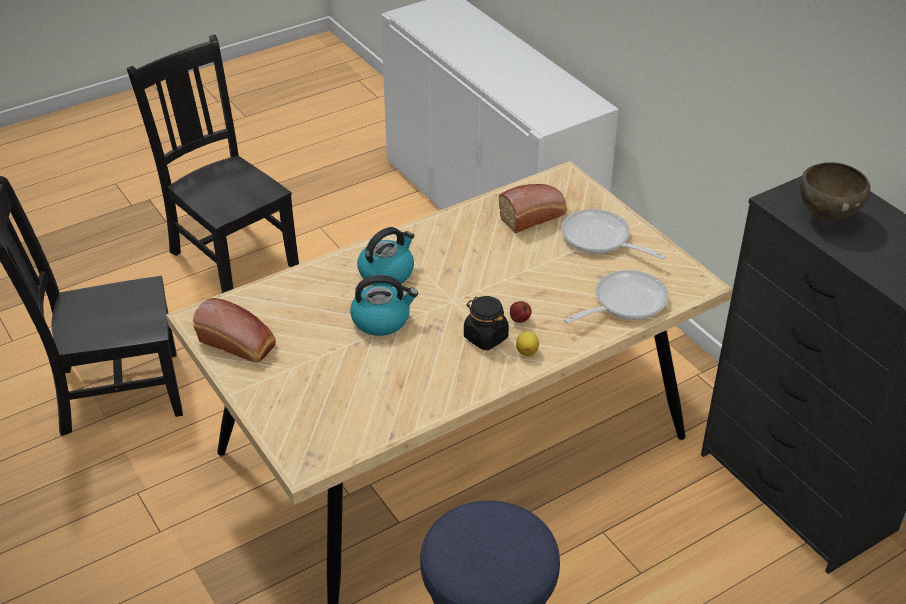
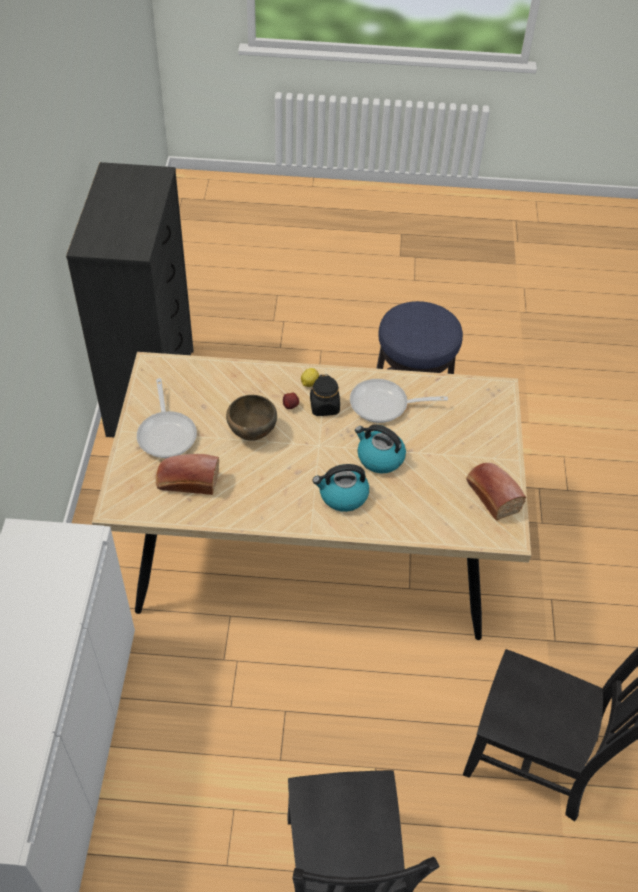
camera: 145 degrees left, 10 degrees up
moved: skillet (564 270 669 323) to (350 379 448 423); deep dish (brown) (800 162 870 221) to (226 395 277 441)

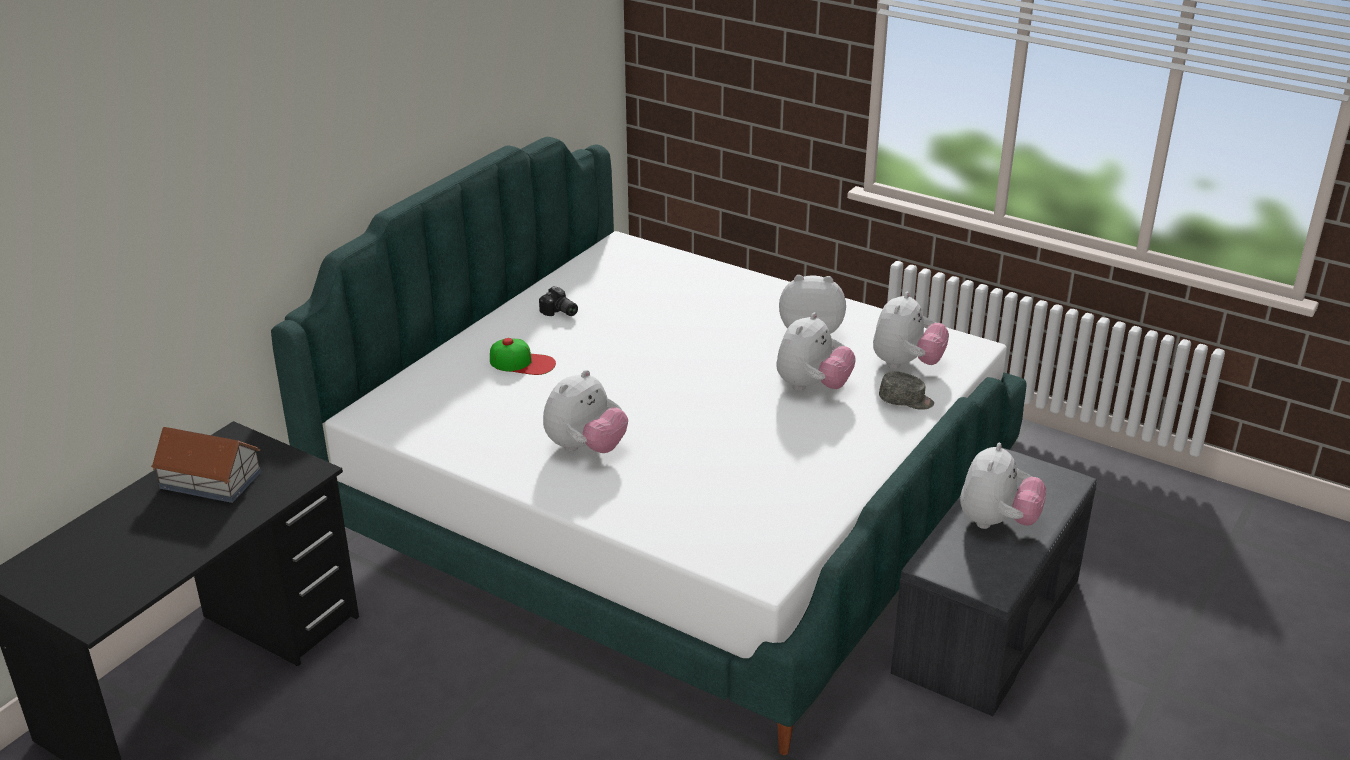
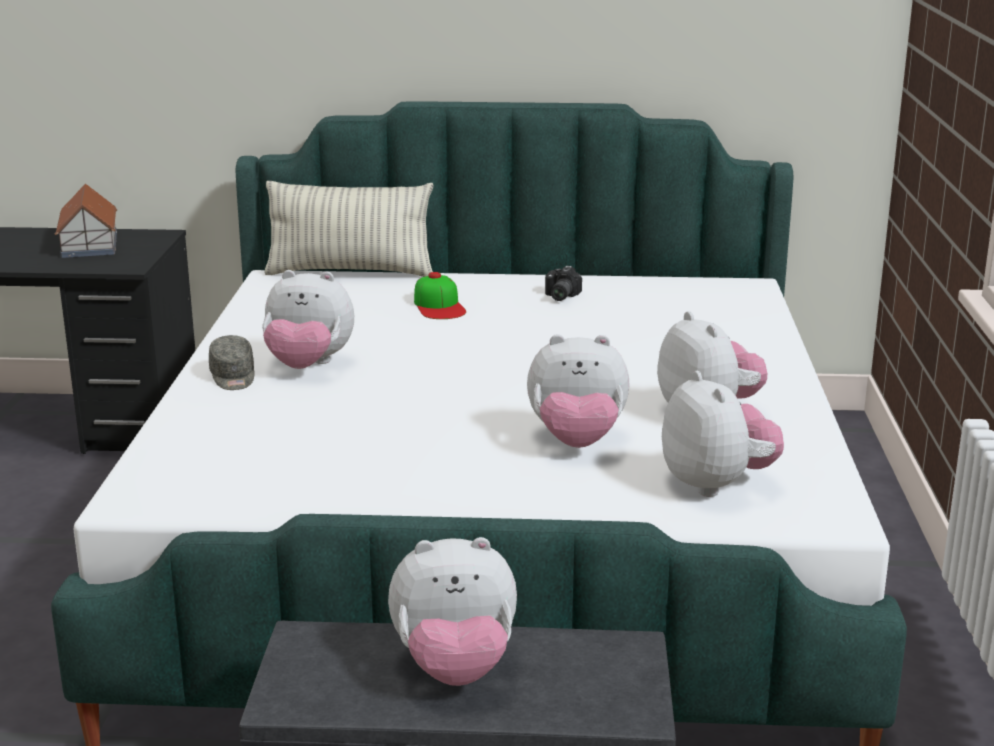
camera: 60 degrees right, 10 degrees down
added: throw pillow (264 181 433 277)
moved: baseball cap (grey) (879 371 934 410) to (209 335 254 390)
turned: soft toy (873 292 949 369) = (662 371 784 497) 105 degrees counterclockwise

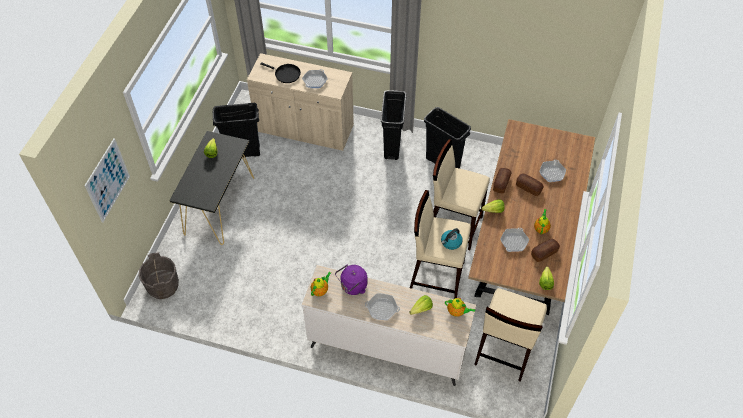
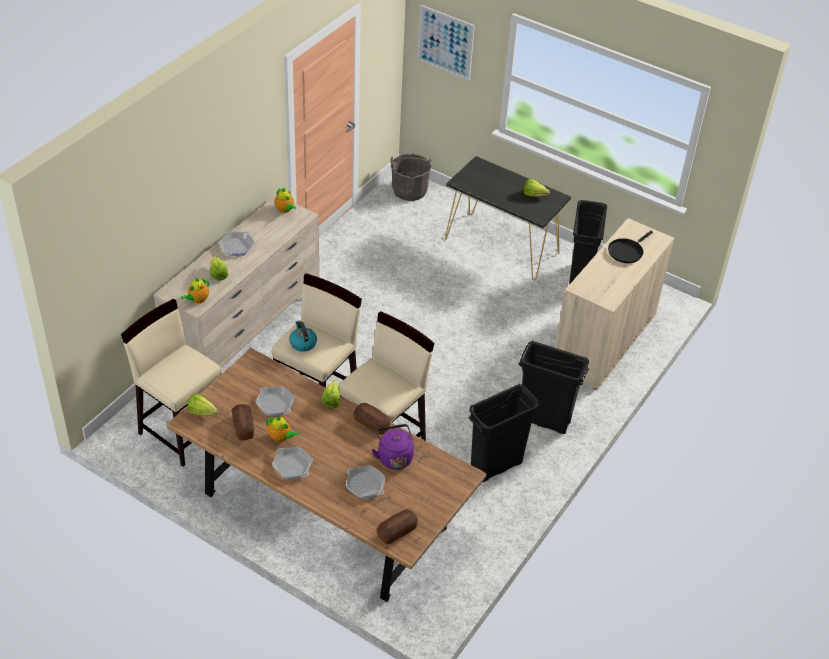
camera: 105 degrees right, 10 degrees down
moved: skillet (302 69 328 88) to (272 447 313 479); kettle (purple-coloured) (335 265 367 295) to (372 424 414 470); bread (516 173 544 196) to (377 509 418 544)

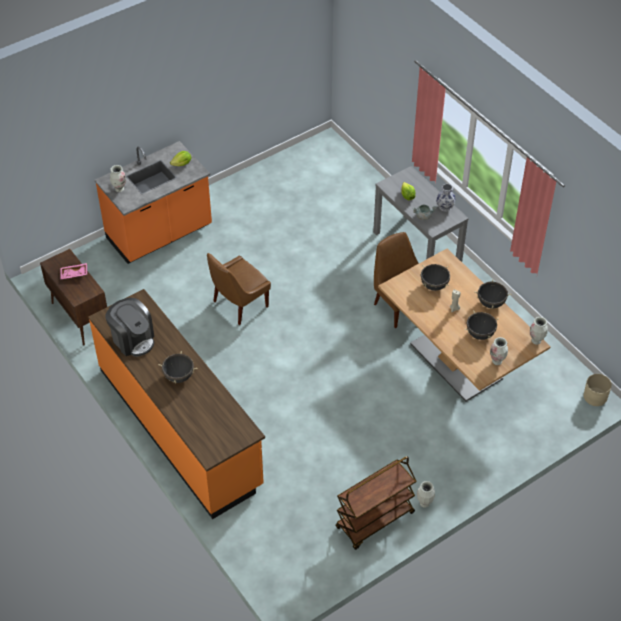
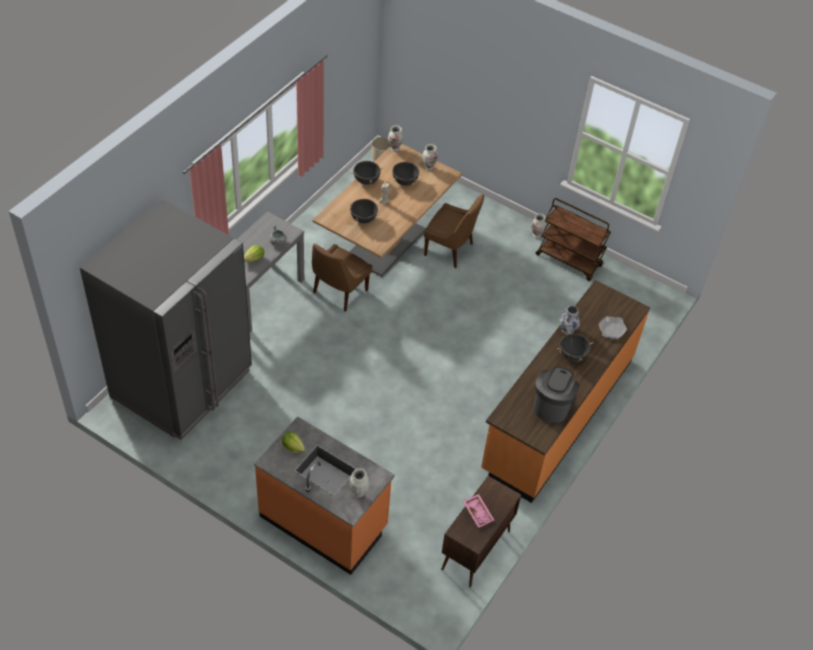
camera: 115 degrees left, 0 degrees up
added: fridge (grey) (80 199 252 440); skillet (598 316 627 339)
moved: upright chair (brown) (207 253 271 325) to (424 194 484 268); decorative vase (436 184 456 212) to (559 306 580 335)

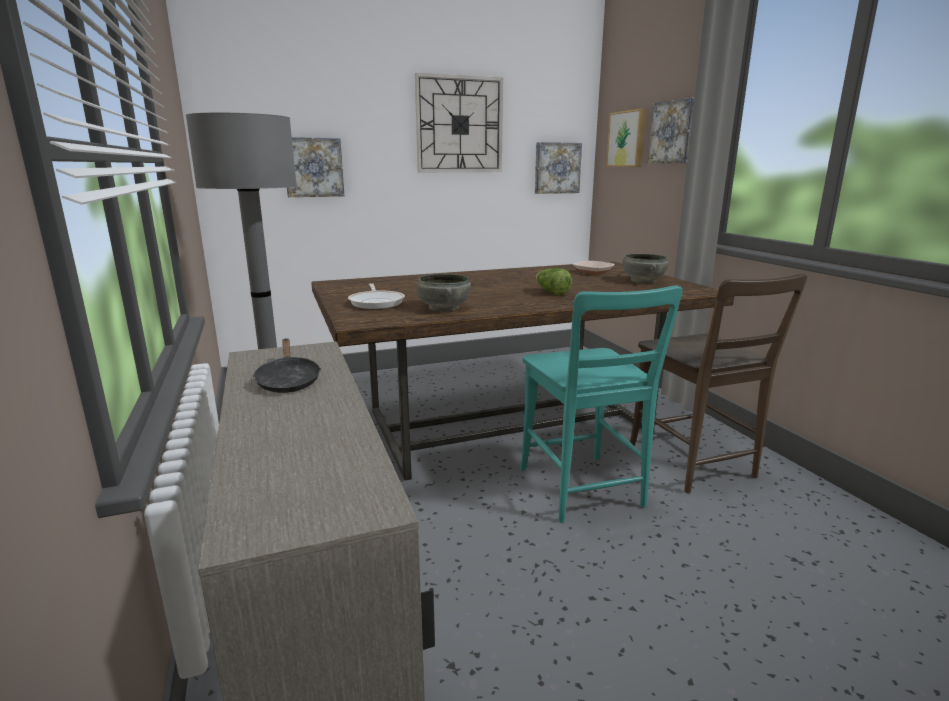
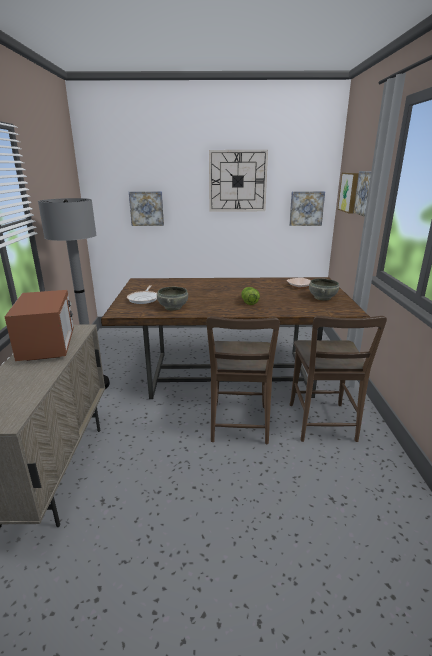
camera: 20 degrees right, 5 degrees up
replaced: skillet (black-coloured) (252 338 321 393) to microwave oven (5 290 74 361)
recoloured: upright chair (turquoise) (520 285 682 523) to upright chair (brown) (206 316 280 444)

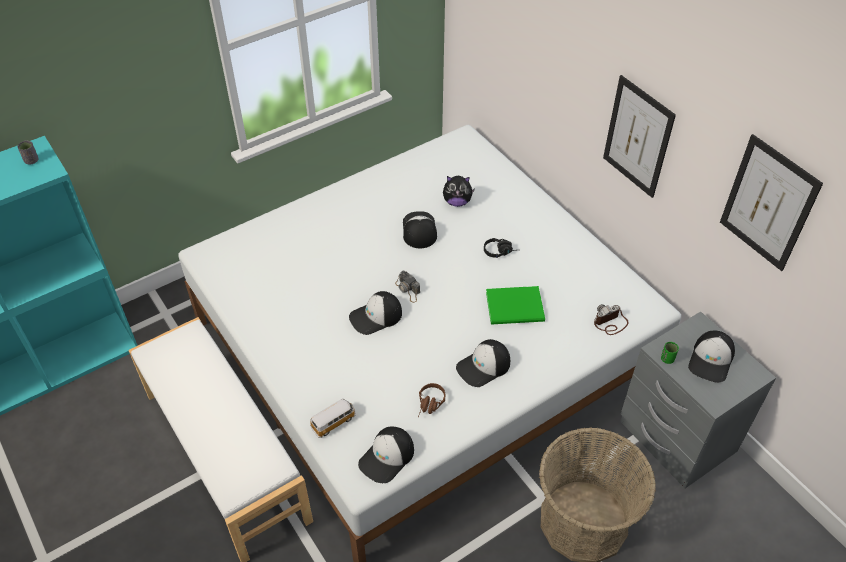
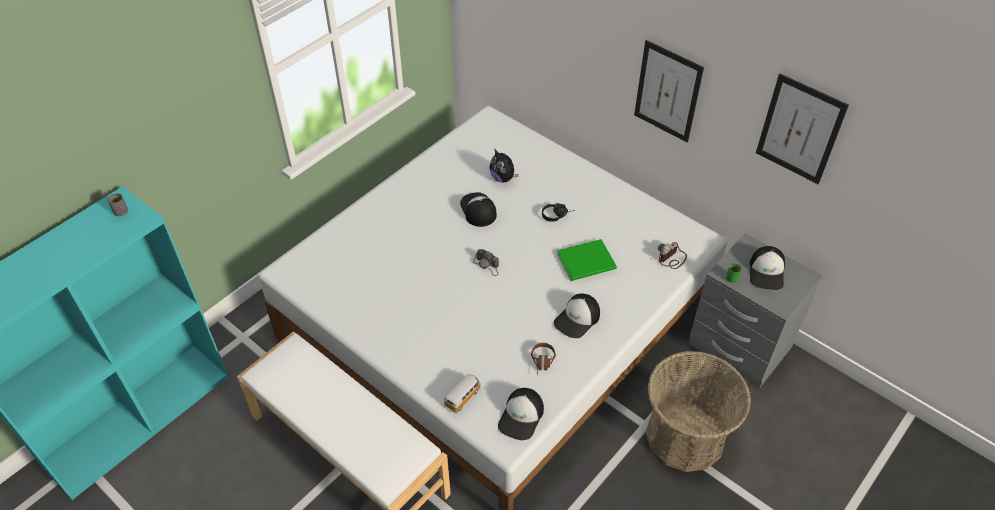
camera: 15 degrees left, 0 degrees up
removed: baseball cap (349 291 402 335)
turned: soft toy (443 176 475 207) = (489 149 519 182) 60 degrees clockwise

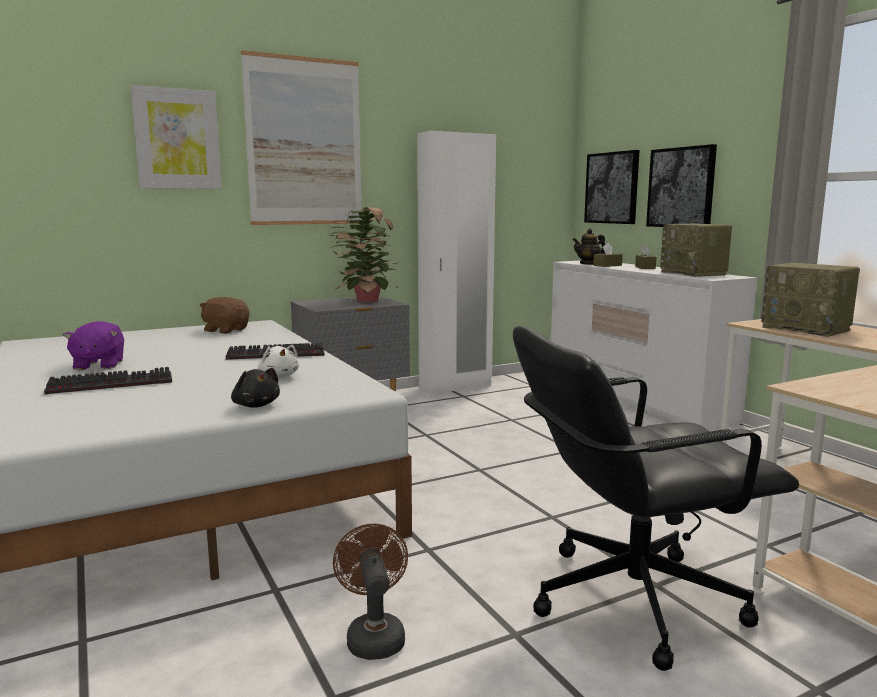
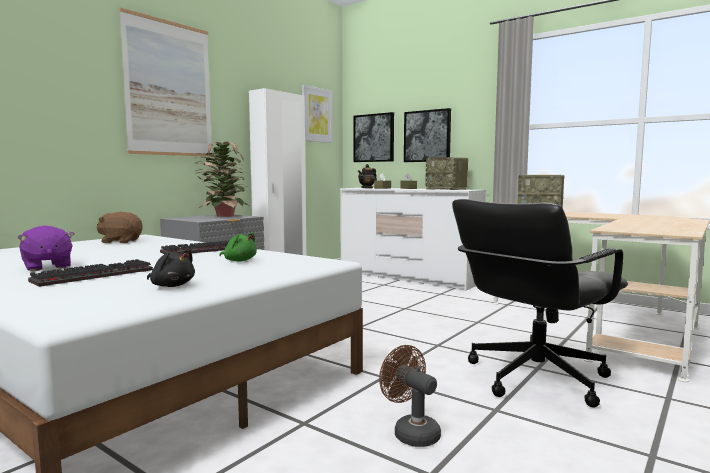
camera: 25 degrees left, 5 degrees down
moved: wall picture (130 85 222 189) to (302 85 333 143); soft toy (black-coloured) (231 368 280 408) to (147 249 195 287)
recoloured: soft toy (whitish) (257 345 299 379) to soft toy (greenish) (219 233 257 261)

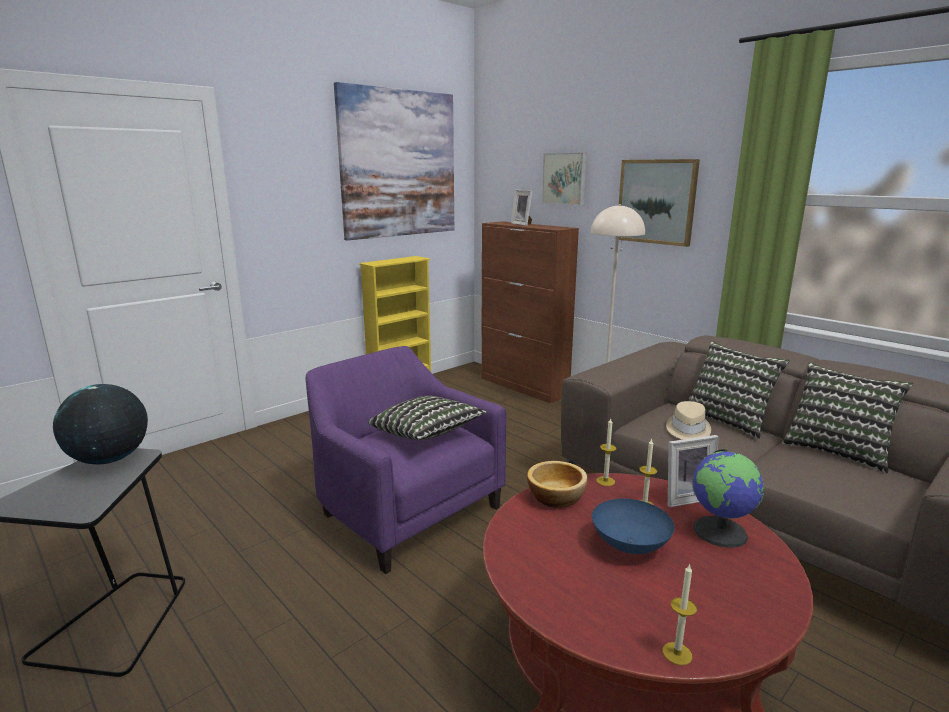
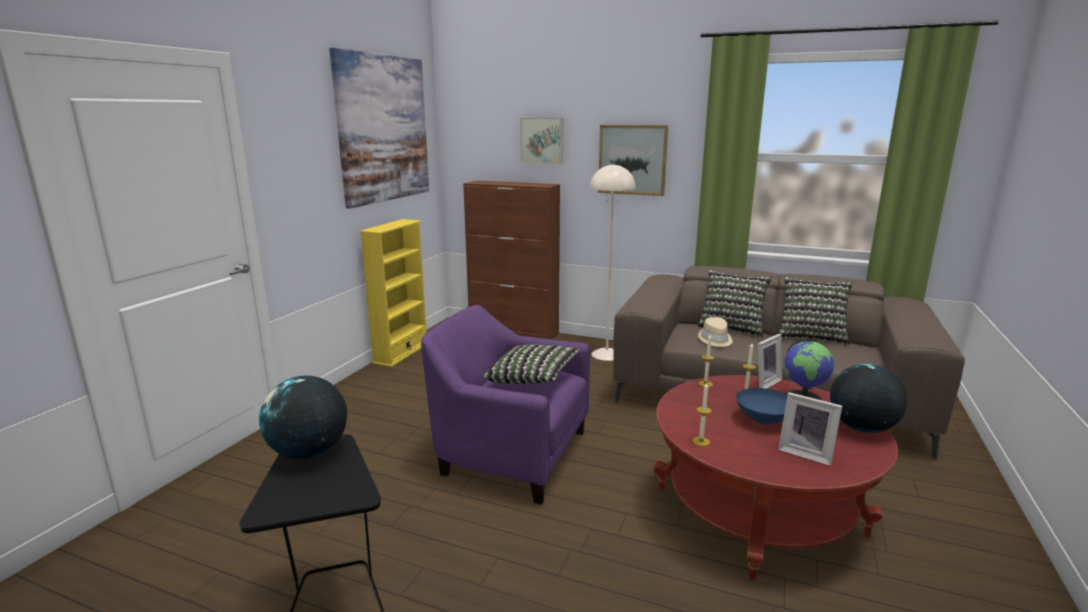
camera: 25 degrees left, 0 degrees up
removed: deep dish (527 461 587 508)
added: desk globe (830 364 908 433)
moved: photo frame (511 190 532 226) to (778 392 842 466); wax candle (663 563 697 665) to (692 383 712 446)

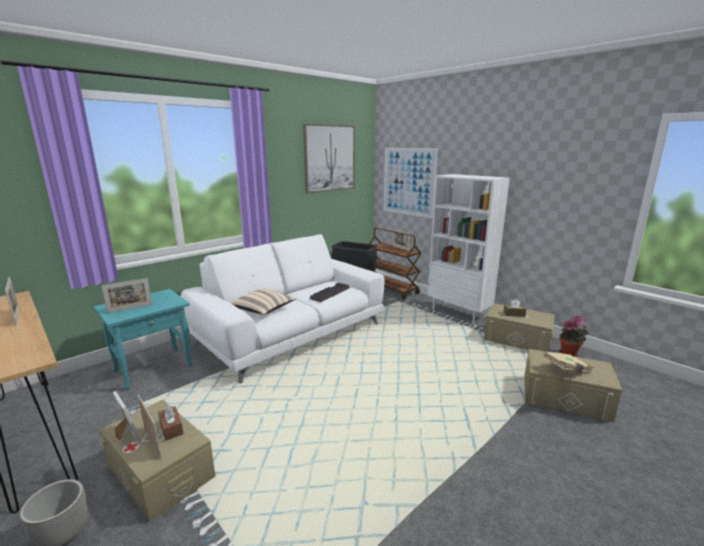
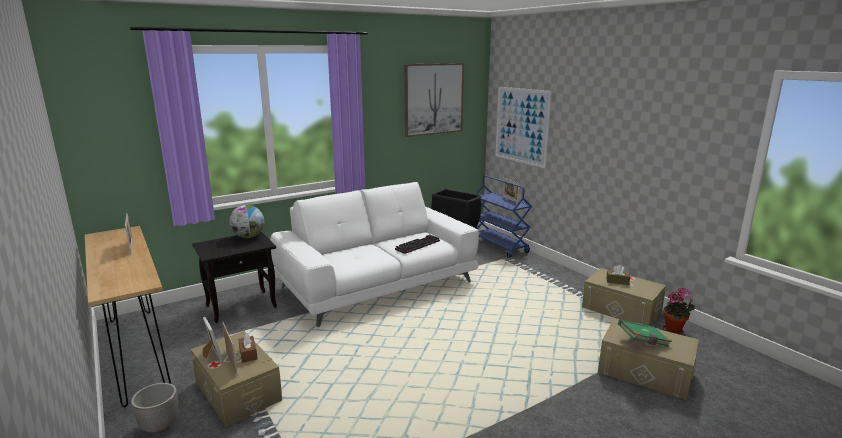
camera: 10 degrees right, 0 degrees up
removed: photo frame (101 278 152 313); throw pillow (beige) (231 289 296 315); bookshelf (whitish) (428 174 510 324)
added: desk globe (229 205 264 238)
recoloured: end table (turquoise) (94 289 193 390) to end table (black-coloured) (192 232 277 323); cart (brown) (369 228 421 300) to cart (blue) (475 175 532 258); volume (beige) (542 351 594 373) to volume (greenish) (618 320 672 347)

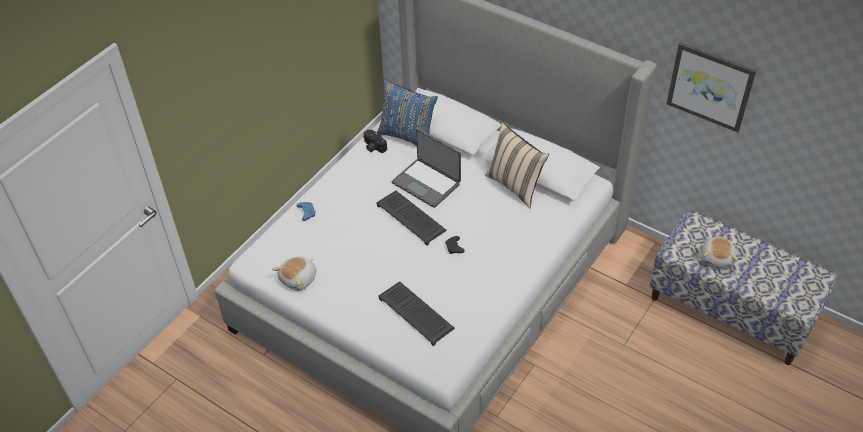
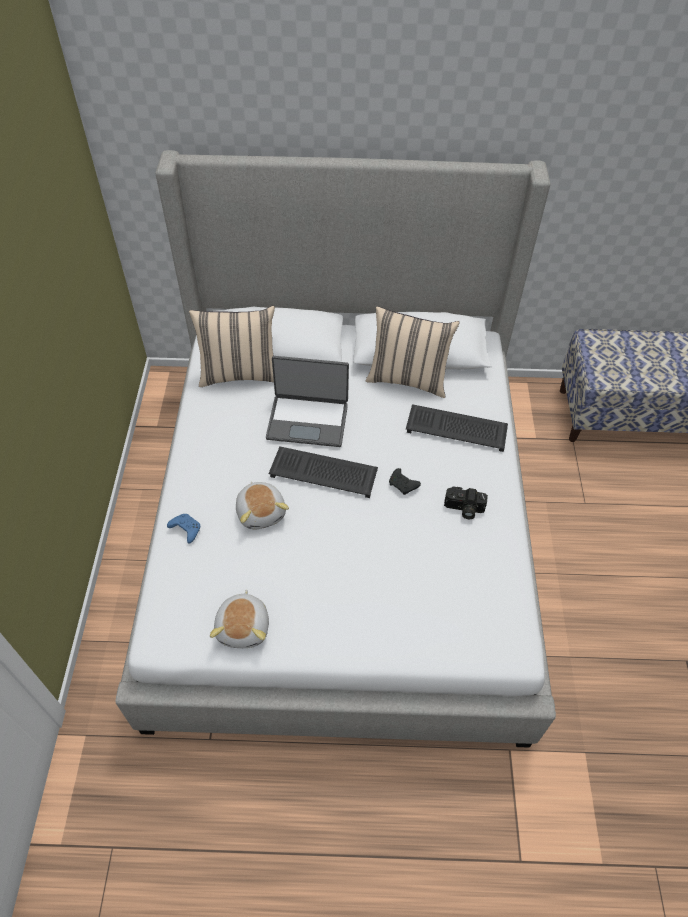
camera: 35 degrees left, 5 degrees up
removed: wall picture (667 42 756 132)
moved: still camera (363 130 387 153) to (444 487 488 519); PC keyboard (378 281 455 346) to (406 404 508 452); soft toy (701 237 738 269) to (236 481 289 529)
recoloured: throw pillow (blue) (377 79 438 146) to throw pillow (beige) (189 305 275 387)

